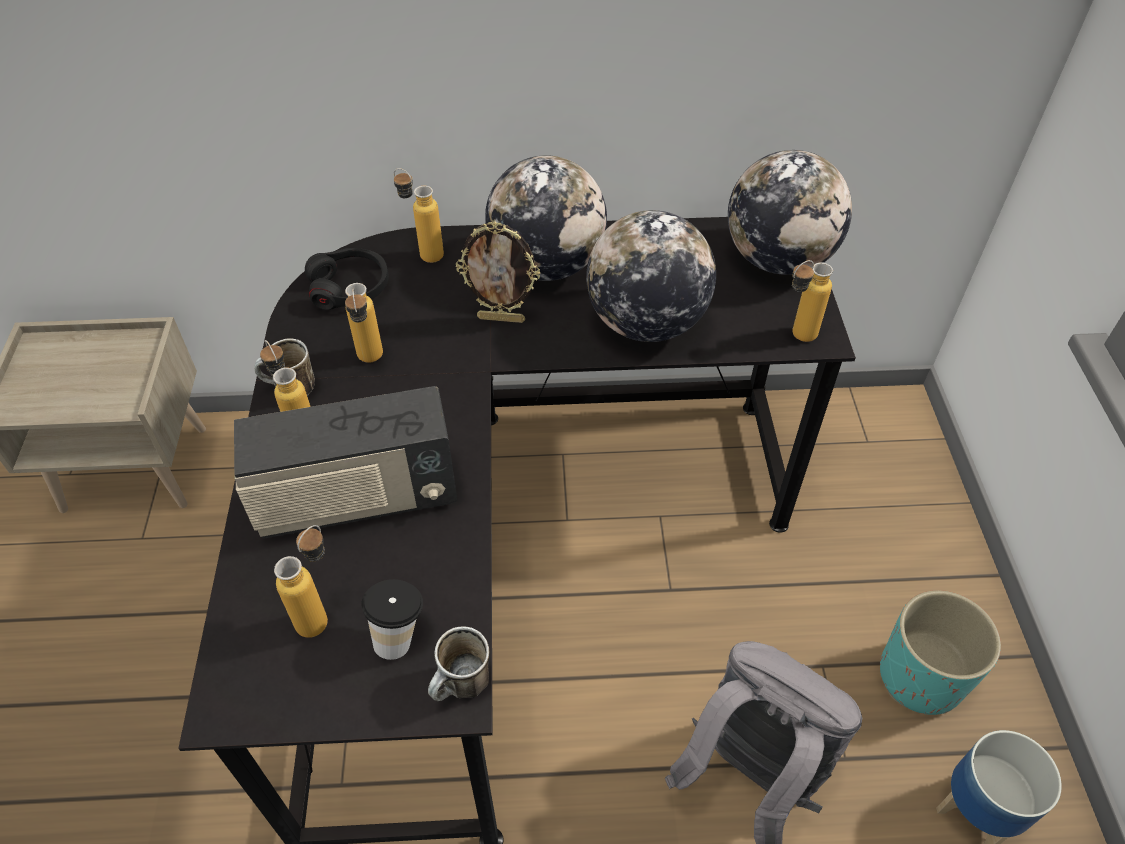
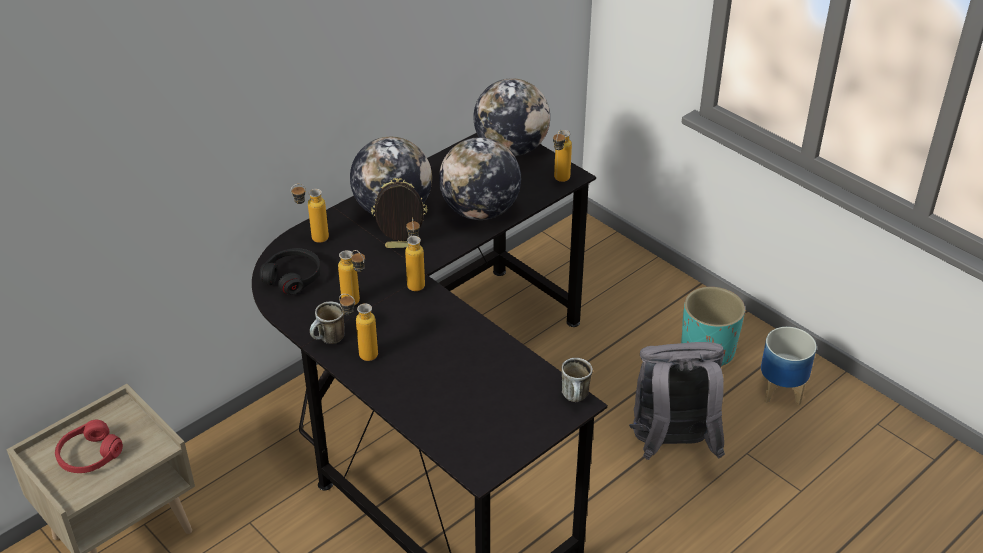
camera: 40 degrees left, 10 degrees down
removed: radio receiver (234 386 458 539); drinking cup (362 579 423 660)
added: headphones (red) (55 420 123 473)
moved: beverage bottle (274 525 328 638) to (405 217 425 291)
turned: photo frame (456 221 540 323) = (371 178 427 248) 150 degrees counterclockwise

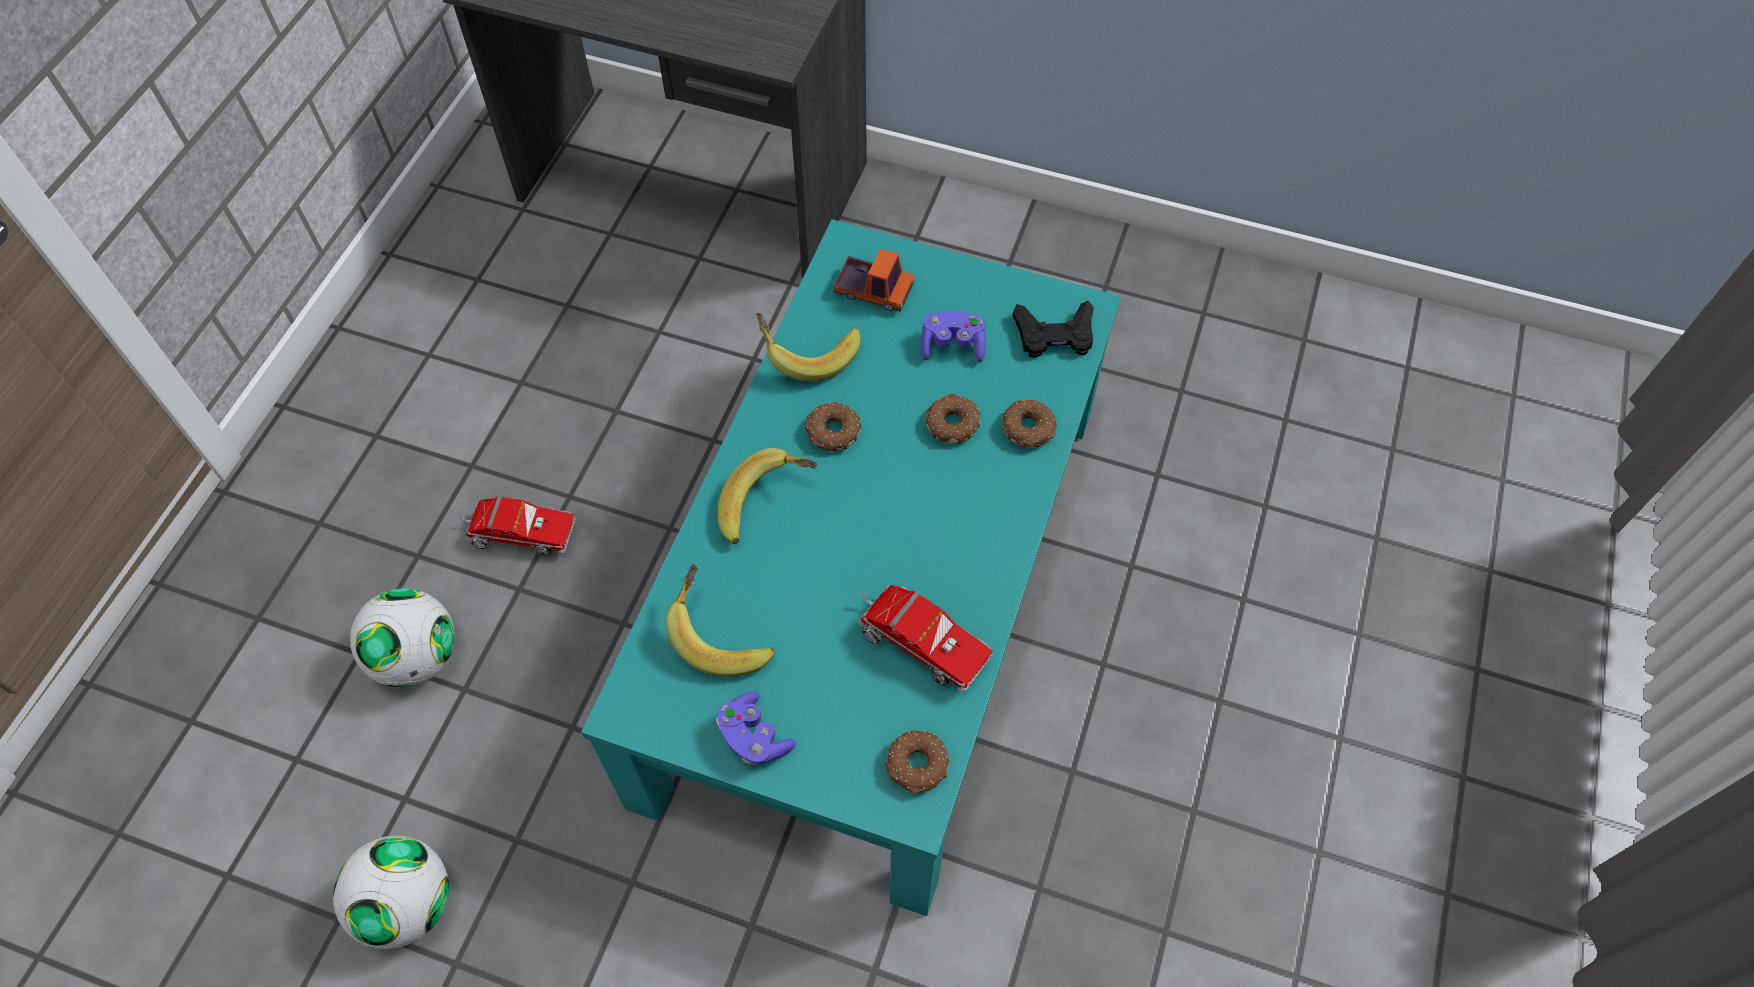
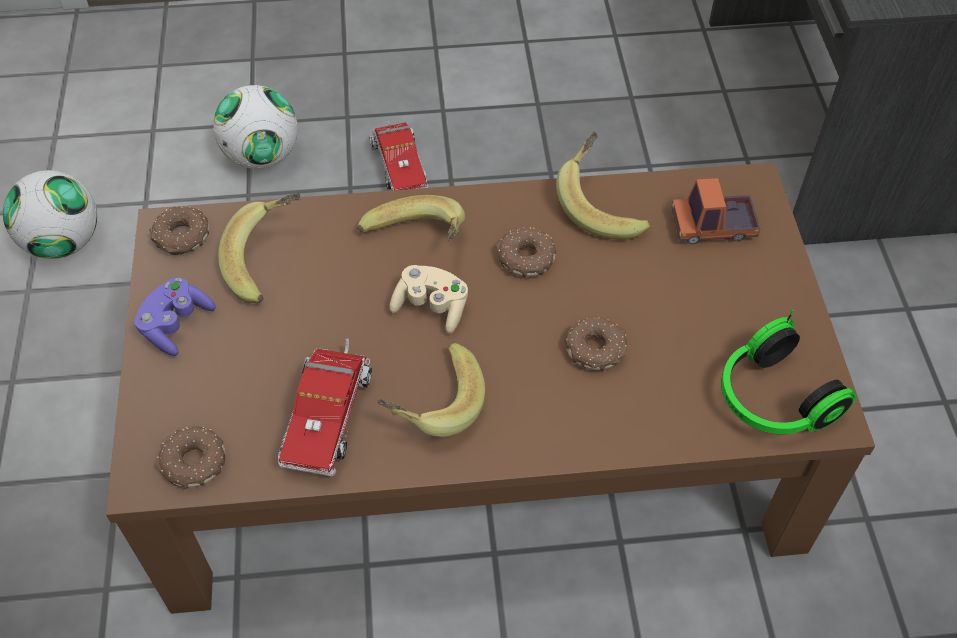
camera: 65 degrees right, 5 degrees down
removed: game controller (purple-coloured) (921 311 985 362)
added: banana fruit (378 343 485 437); game controller (beige) (389 265 468 334)
moved: doughnut (1002 400 1057 448) to (149 206 209 255)
replaced: game controller (black-coloured) (1013 300 1094 358) to headphones (721 310 857 434)
recoloured: coffee table (turquoise) (581 219 1121 916) to coffee table (brown) (106 162 875 614)
turned: model truck (834 249 915 312) = (672 178 761 244) 90 degrees clockwise

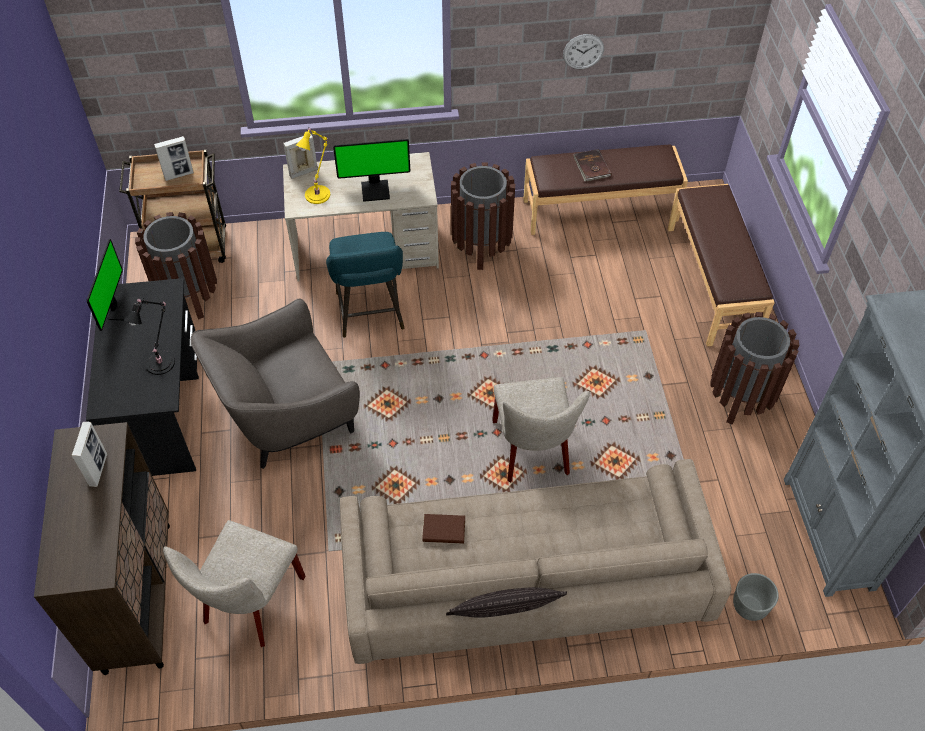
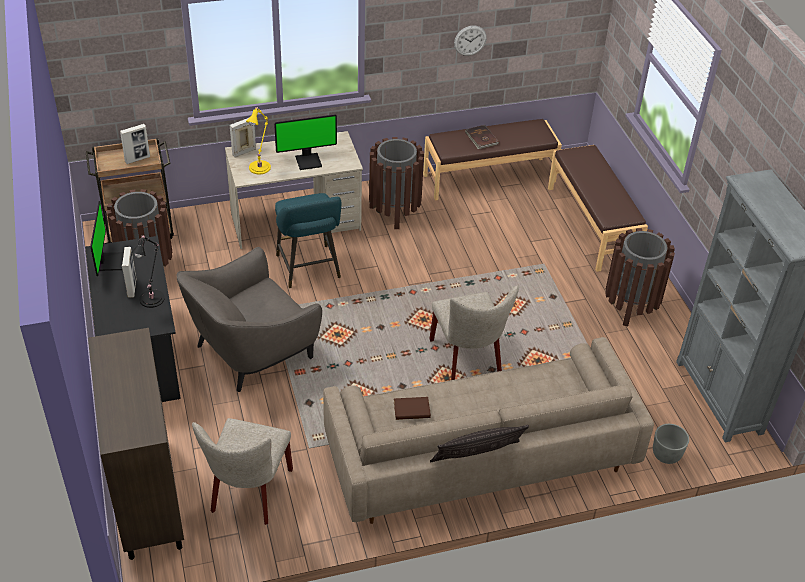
camera: 10 degrees left, 10 degrees down
moved: photo frame (71 422 107 487) to (122 247 136 298)

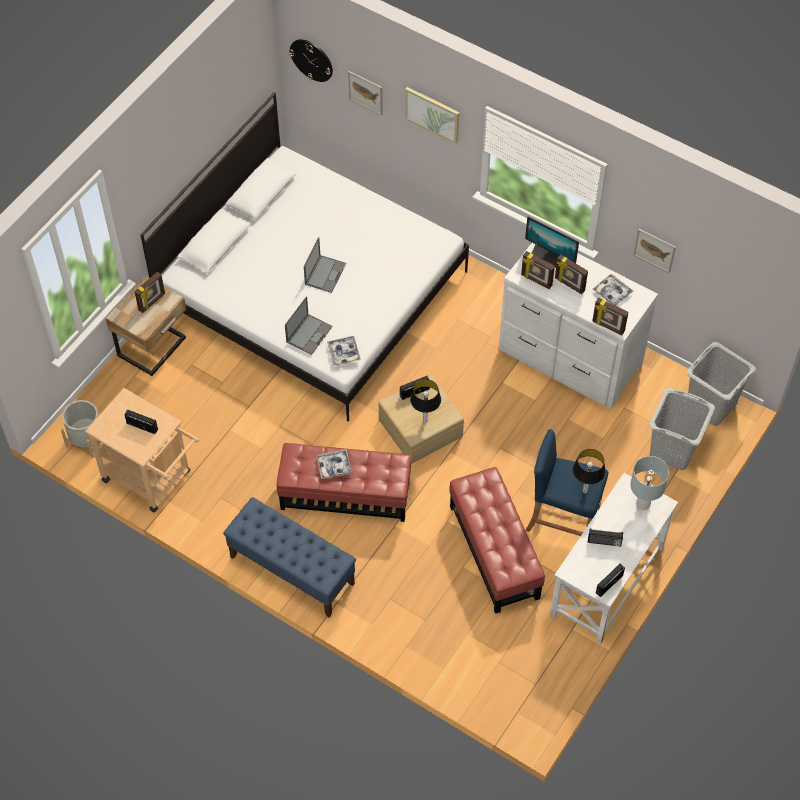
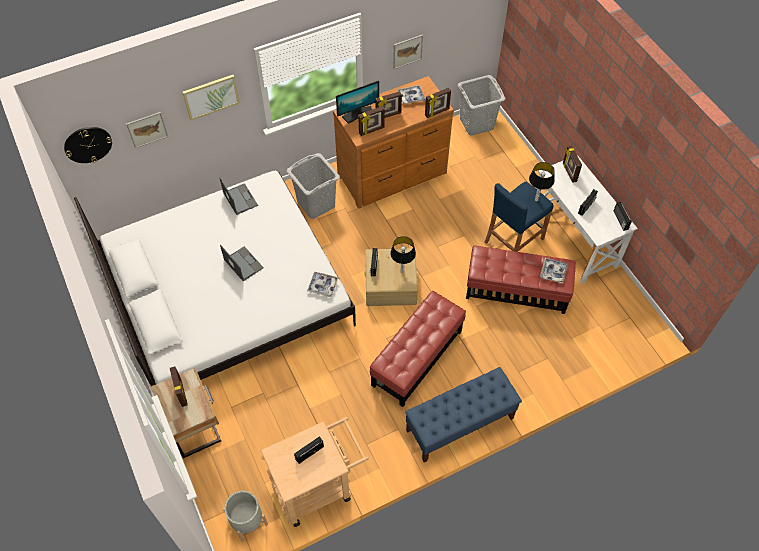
camera: 60 degrees left, 0 degrees up
moved: portable computer (285 297 333 355) to (219 177 258 215); serving tray (317 449 352 479) to (540 258 568 283); washing basket (grey) (649 388 715 470) to (287 153 340 219)
replaced: tabletop lamp (grey) (630 456 669 510) to photo frame (563 145 582 183)
recoloured: chest of drawers (whitish) (499 243 658 409) to chest of drawers (brown) (333 76 454 209)

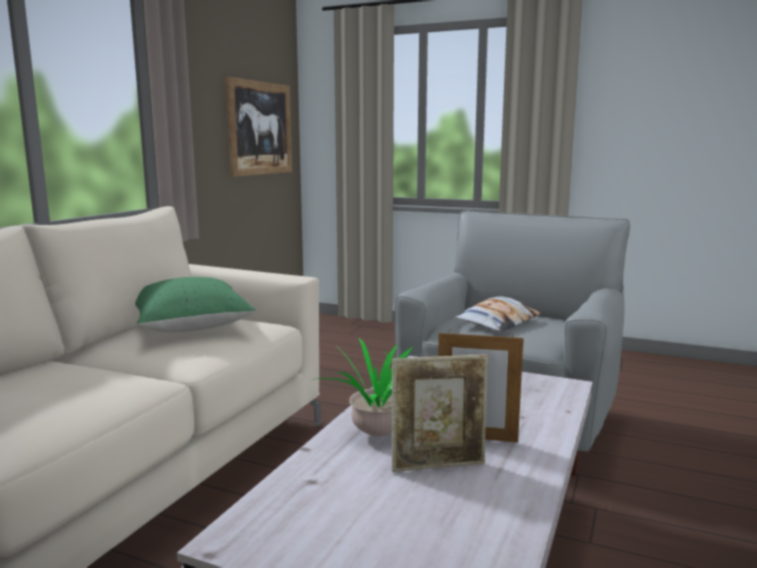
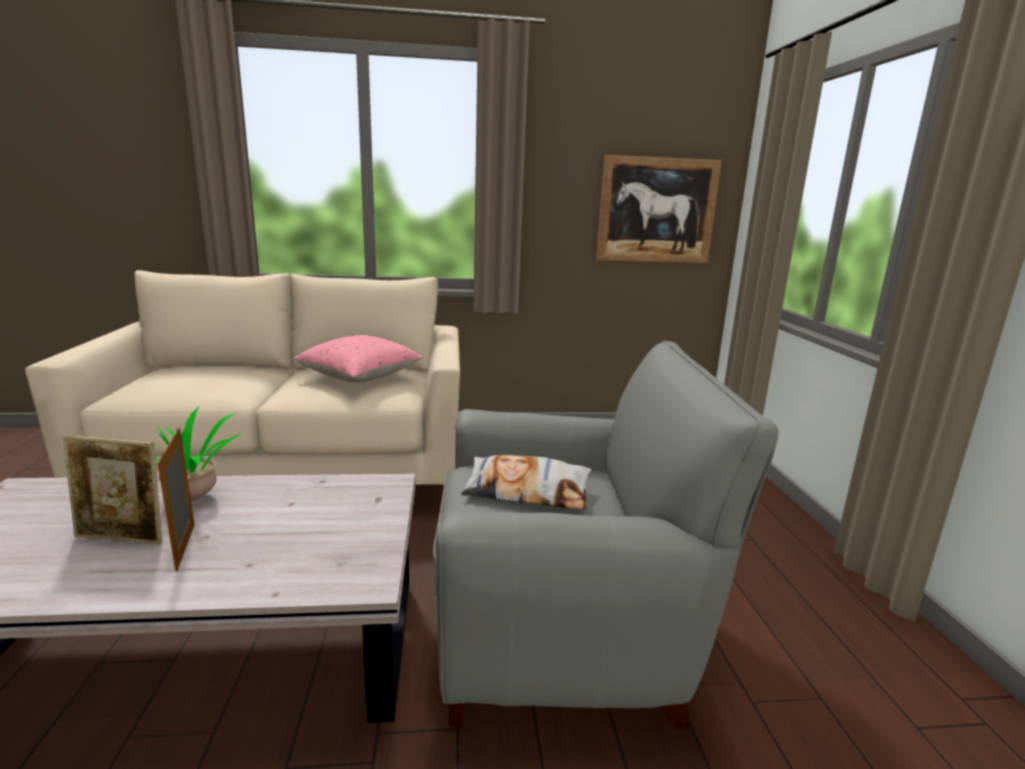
camera: 60 degrees right, 5 degrees up
recoloured: throw pillow (greenish) (135 277 256 332) to throw pillow (pink-coloured) (293 335 423 382)
turned: photo frame (392 355 488 472) = (63 435 162 544) 45 degrees counterclockwise

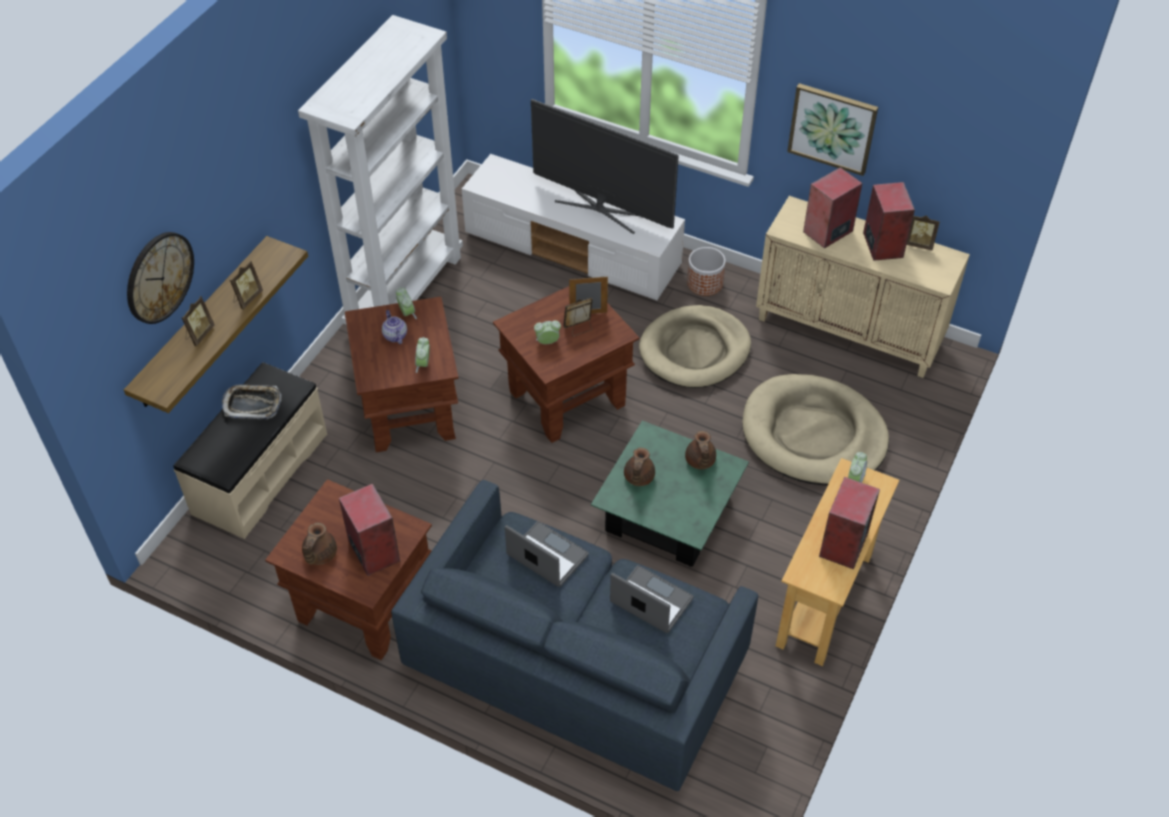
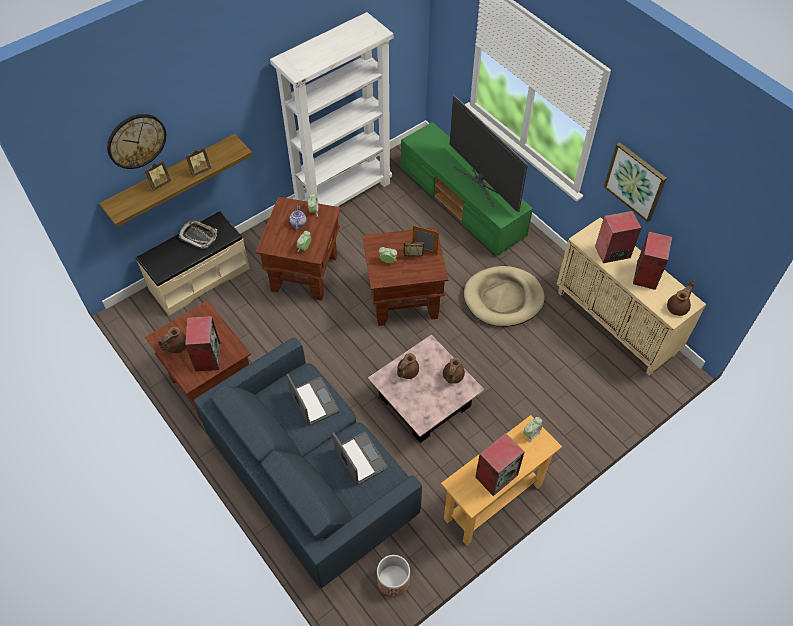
camera: 25 degrees right, 5 degrees up
removed: dog cushion (beige) (742 374 889 486); photo frame (907 215 940 250)
added: pot for tea (brown) (667 280 695 316)
moved: planter (687 247 726 296) to (377 555 410 597)
recoloured: tv unit (whitish) (462 154 685 300) to tv unit (greenish) (401 122 533 256); coffee table (greenish) (591 420 749 567) to coffee table (pink-coloured) (368 335 485 443)

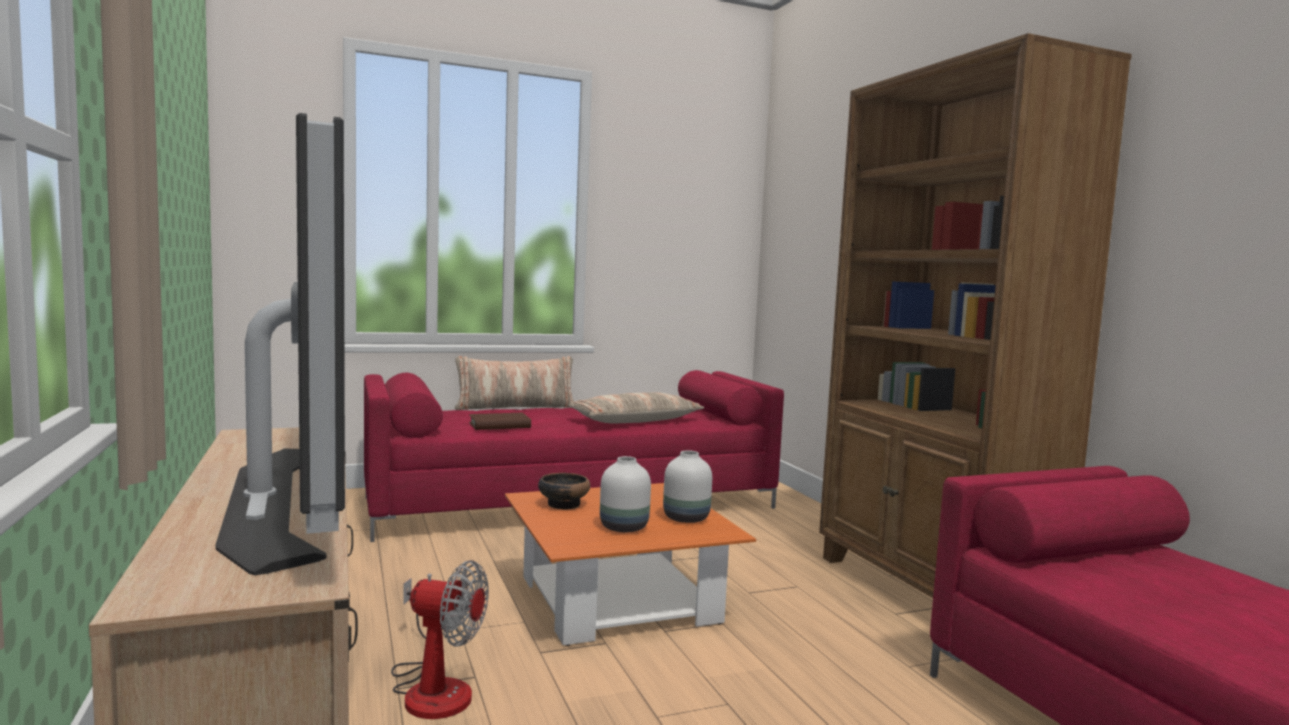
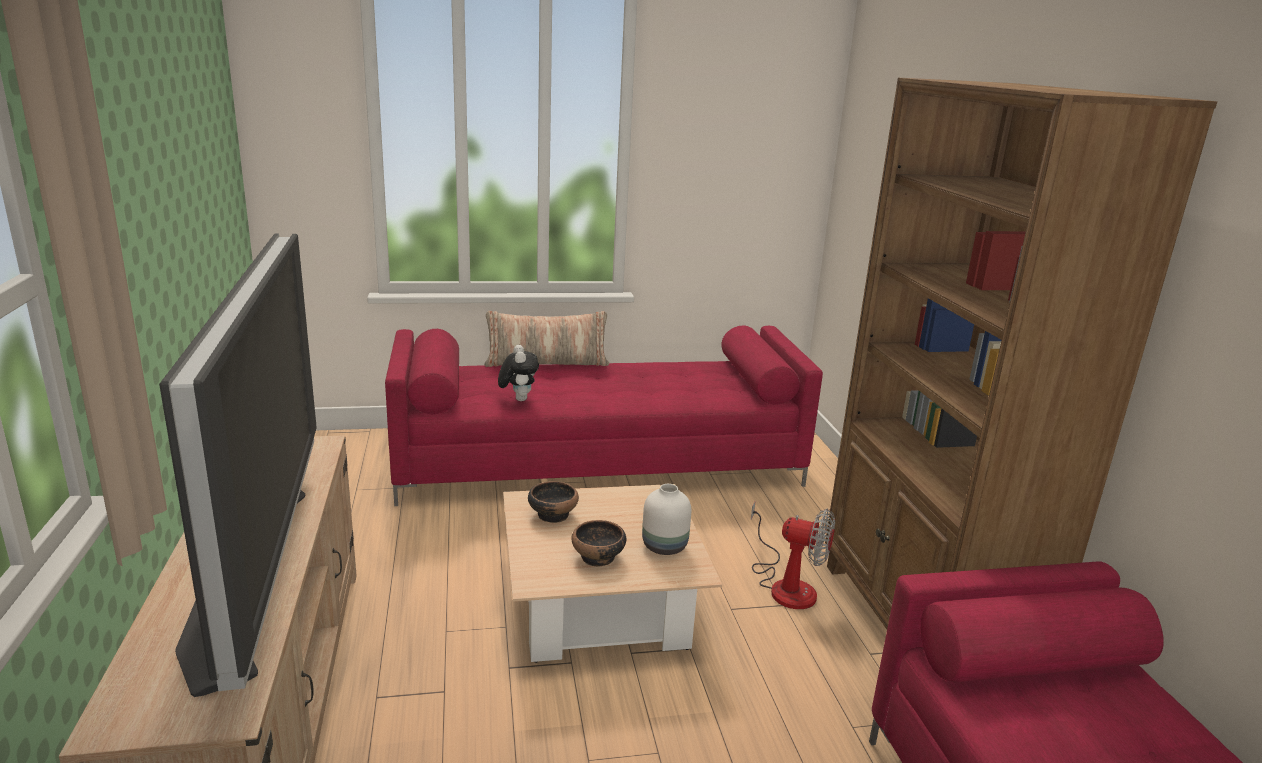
camera: 10 degrees right, 15 degrees up
removed: throw pillow (568 392 704 424)
moved: fan (391 560 489 719) to (751 501 835 609)
replaced: volume (brown) (469 413 531 430) to soft toy (498 345 539 401); decorative vase (whitish) (600 456 651 532) to deep dish (571 520 626 567)
recoloured: coffee table (orangey) (505 483 756 646) to coffee table (beige) (503 484 722 663)

